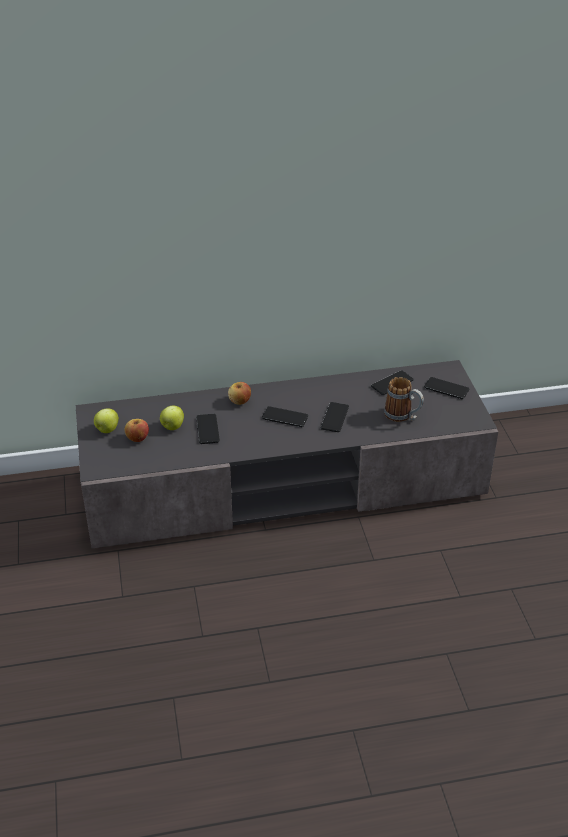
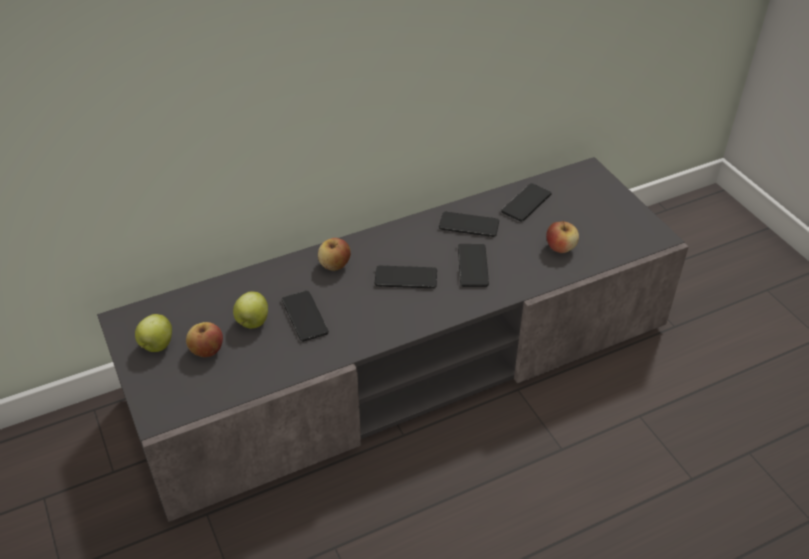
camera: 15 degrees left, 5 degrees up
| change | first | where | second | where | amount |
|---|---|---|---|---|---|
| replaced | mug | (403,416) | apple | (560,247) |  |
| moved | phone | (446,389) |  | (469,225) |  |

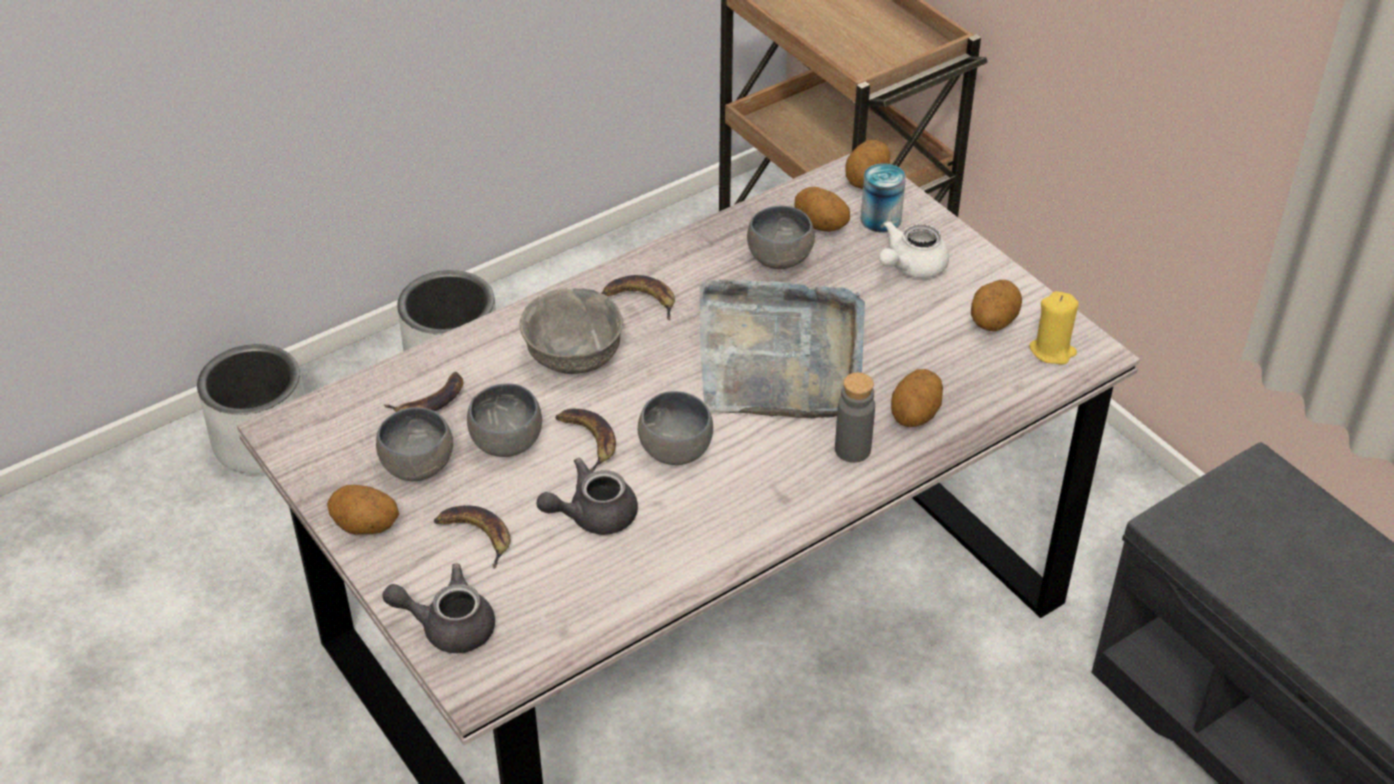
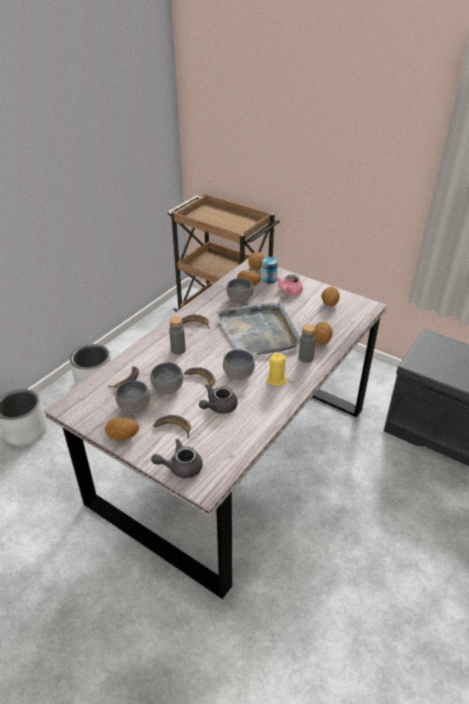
camera: 20 degrees left, 5 degrees down
| change | first | where | second | where | amount |
|---|---|---|---|---|---|
| recoloured | teapot (white) | (910,267) | teapot (pink) | (289,292) |  |
| replaced | bowl (grey) | (573,356) | bottle (grey) | (178,350) |  |
| moved | candle (yellow) | (1052,351) |  | (276,380) |  |

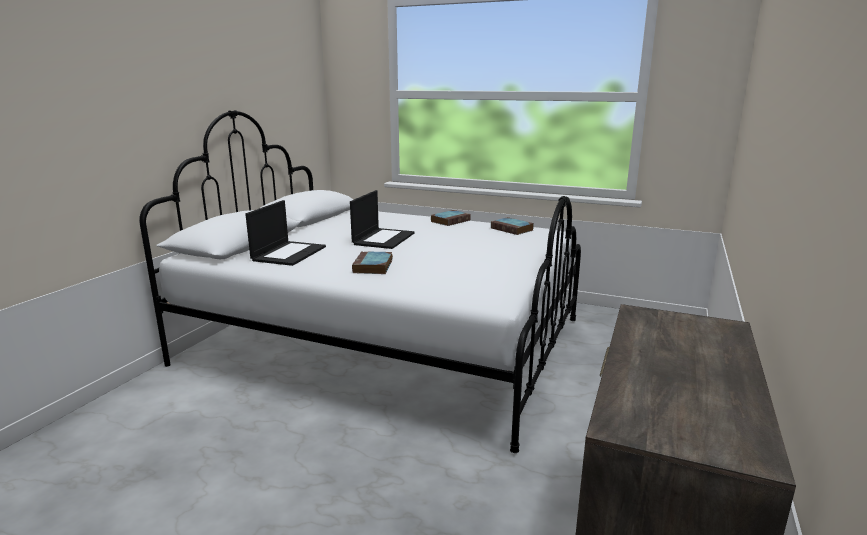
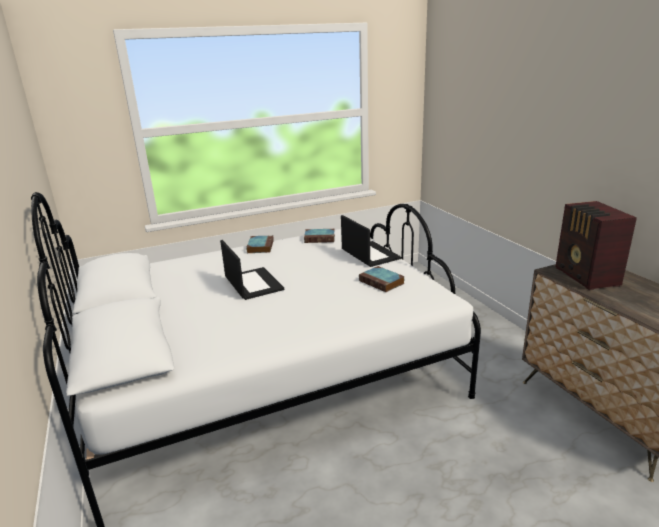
camera: 45 degrees left, 5 degrees up
| change | first | where | second | where | amount |
|---|---|---|---|---|---|
| moved | laptop | (289,253) |  | (369,254) |  |
| moved | book | (373,267) |  | (382,282) |  |
| added |  |  | radio | (586,277) |  |

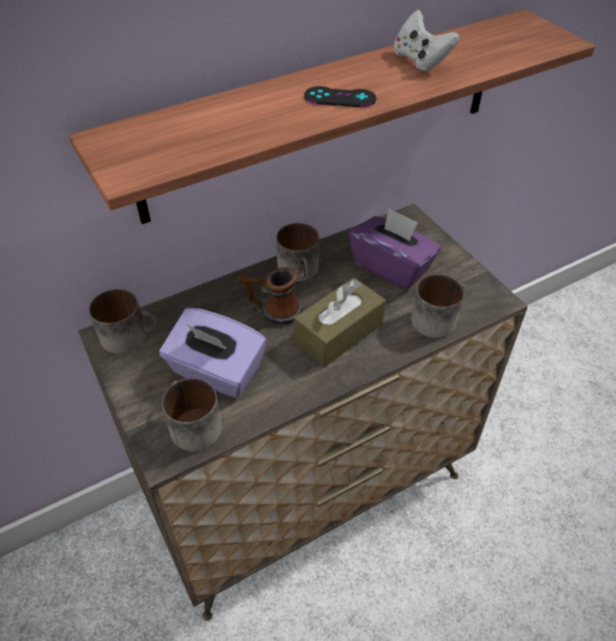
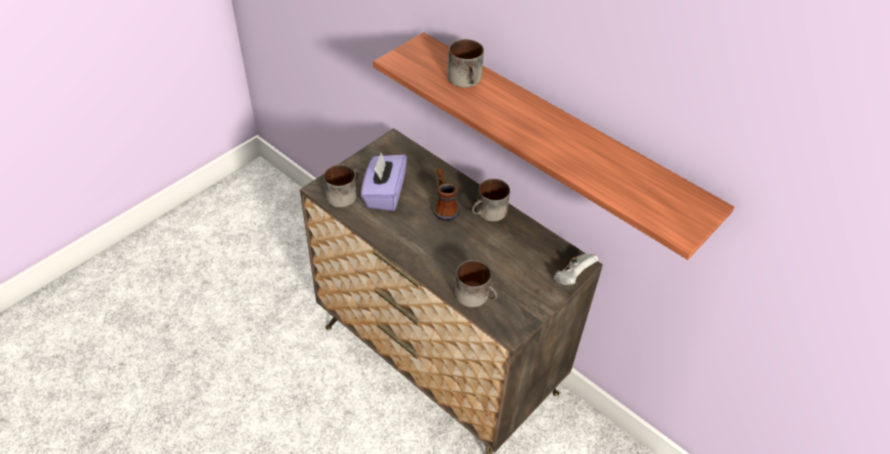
camera: 70 degrees right, 0 degrees up
| change | first | where | second | where | amount |
|---|---|---|---|---|---|
| moved | game controller (white) | (420,61) |  | (572,277) |  |
| removed | game controller (black) | (340,97) |  |  |  |
| removed | tissue box (purple) | (392,266) |  |  |  |
| removed | tissue box (brown) | (339,333) |  |  |  |
| moved | mug | (130,335) |  | (467,80) |  |

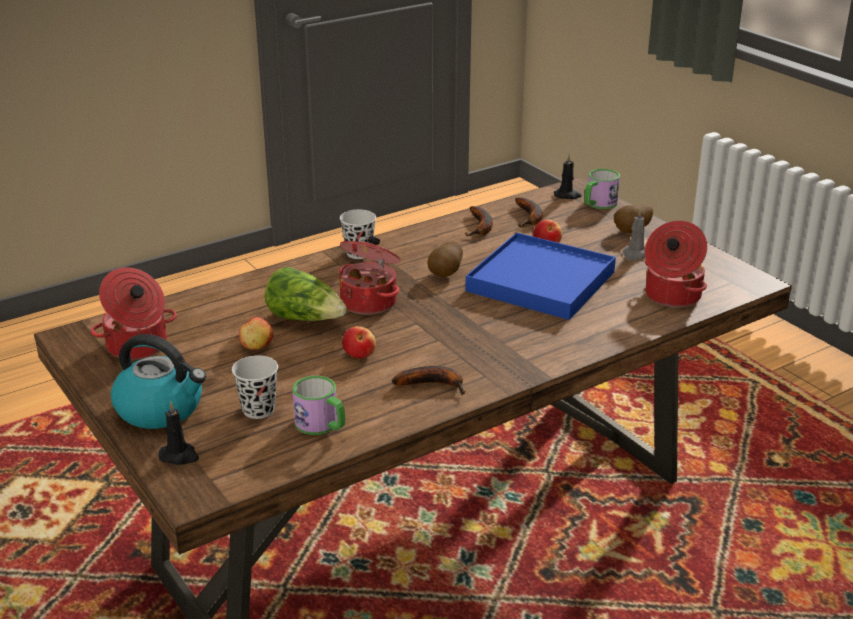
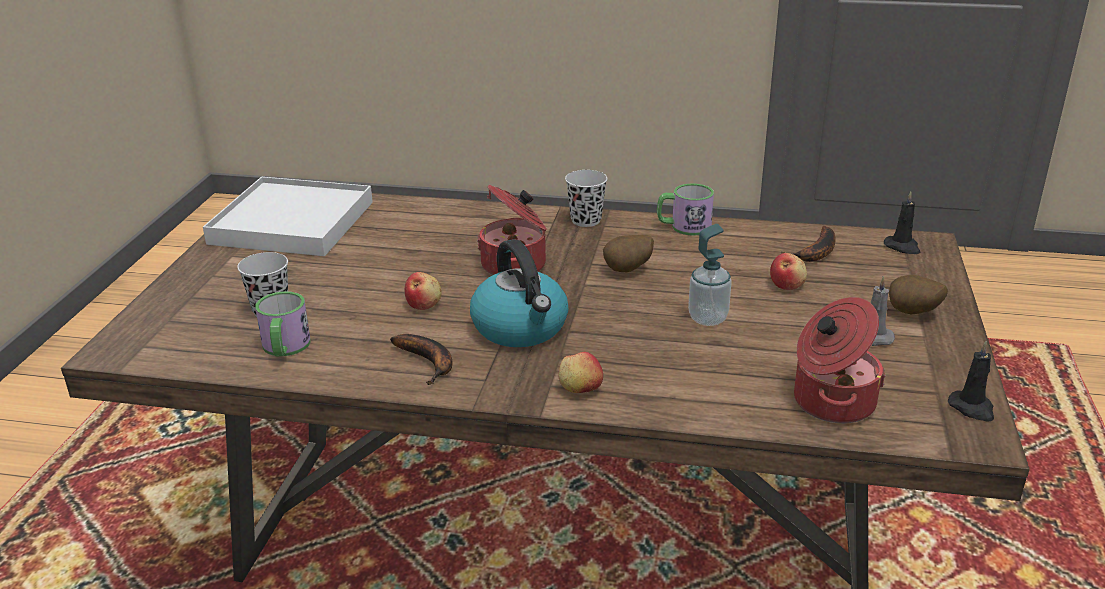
camera: 45 degrees right, 0 degrees up
| change | first | where | second | where | amount |
|---|---|---|---|---|---|
| moved | mug | (598,204) |  | (683,227) |  |
| removed | banana | (481,227) |  |  |  |
| replaced | tray (blue) | (540,281) | soap dispenser | (708,318) |  |
| replaced | cooking pot | (137,347) | tray (white) | (292,223) |  |
| removed | lettuce | (305,318) |  |  |  |
| moved | apple | (257,346) |  | (580,389) |  |
| moved | kettle | (161,409) |  | (521,328) |  |
| moved | candle (black) | (179,456) |  | (972,408) |  |

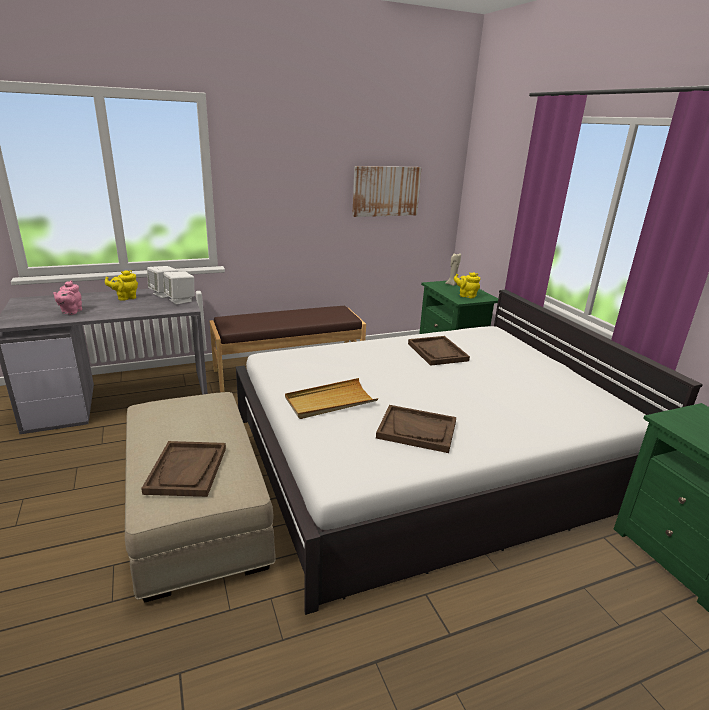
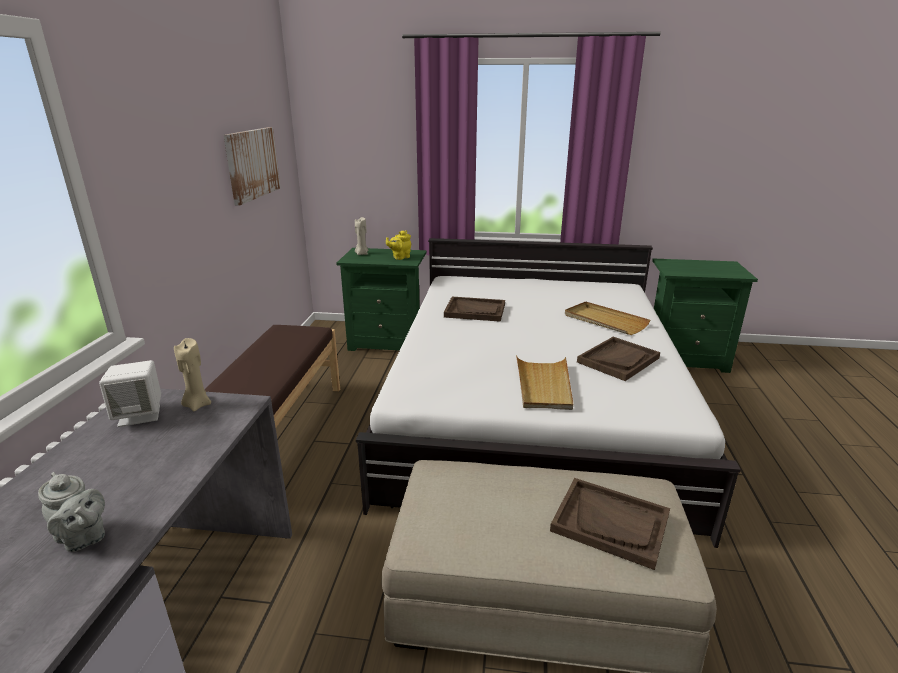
camera: 60 degrees left, 0 degrees up
| change | first | where | second | where | amount |
|---|---|---|---|---|---|
| removed | teapot (yellow) | (125,298) |  |  |  |
| replaced | speaker (white) | (181,300) | candle (beige) | (197,405) |  |
| recoloured | teapot (pink) | (70,312) | teapot (grey) | (82,538) |  |
| added |  |  | tray (beige) | (604,321) |  |

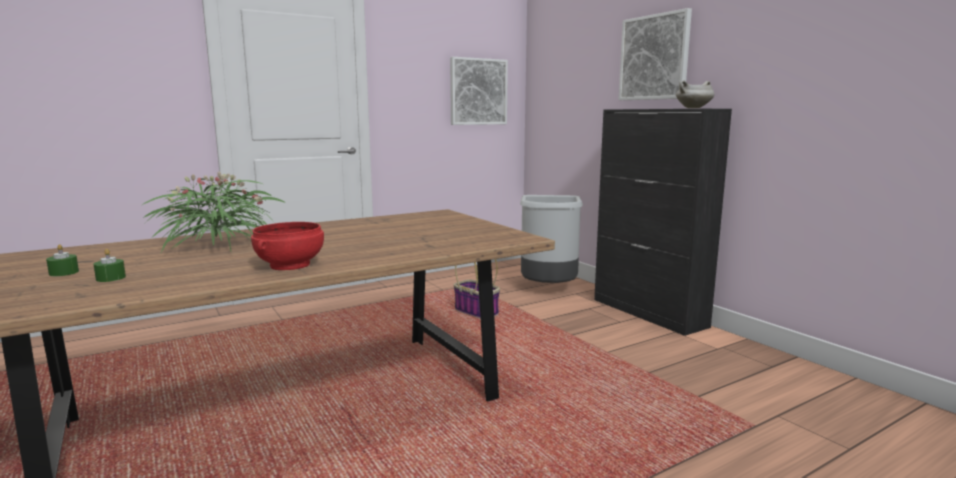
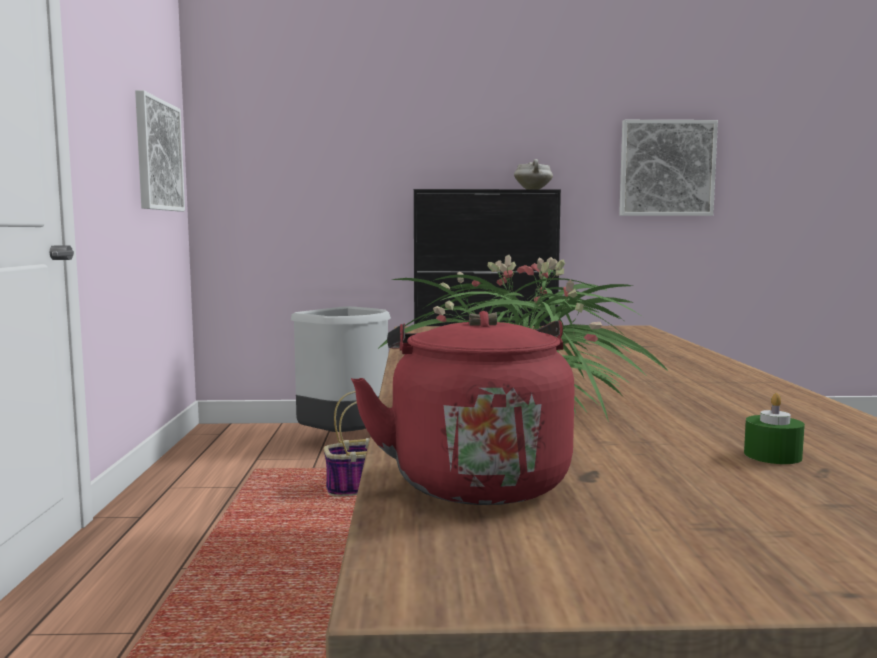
camera: 60 degrees left, 5 degrees down
| change | first | where | second | where | amount |
|---|---|---|---|---|---|
| moved | picture | (654,57) |  | (666,168) |  |
| removed | bowl (red) | (291,265) |  |  |  |
| removed | candle (green) | (64,272) |  |  |  |
| added |  |  | kettle (red) | (475,480) |  |

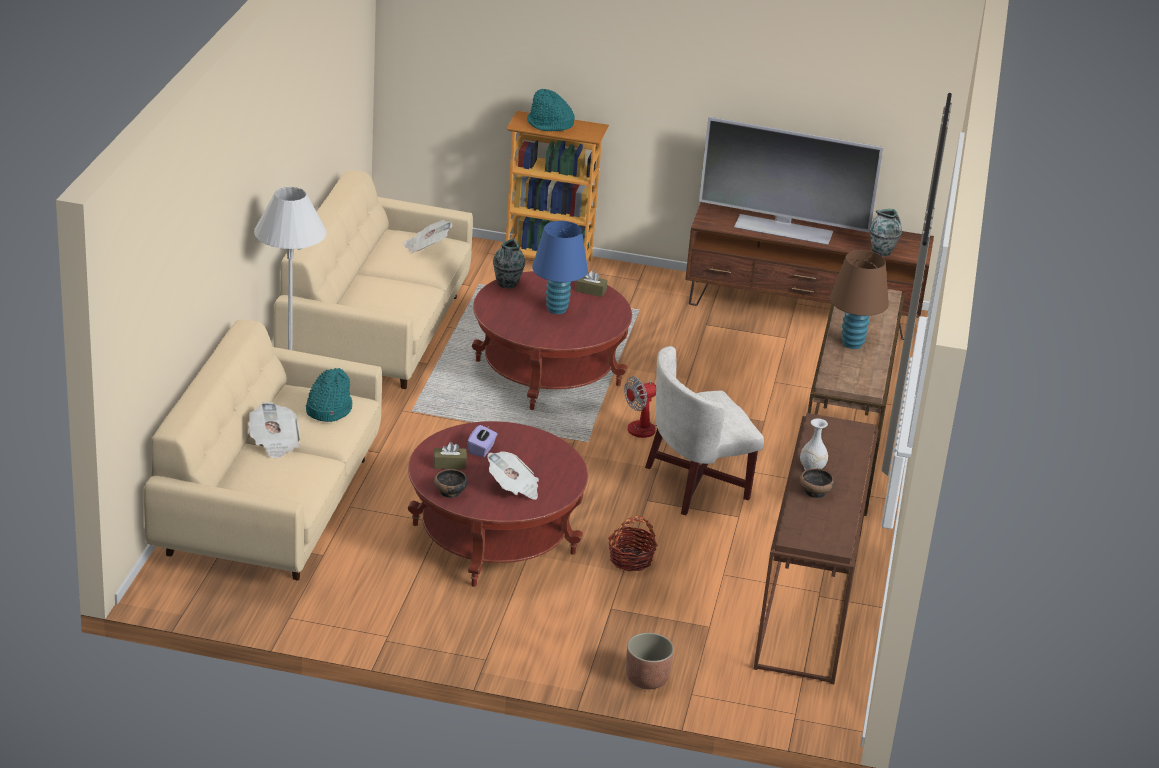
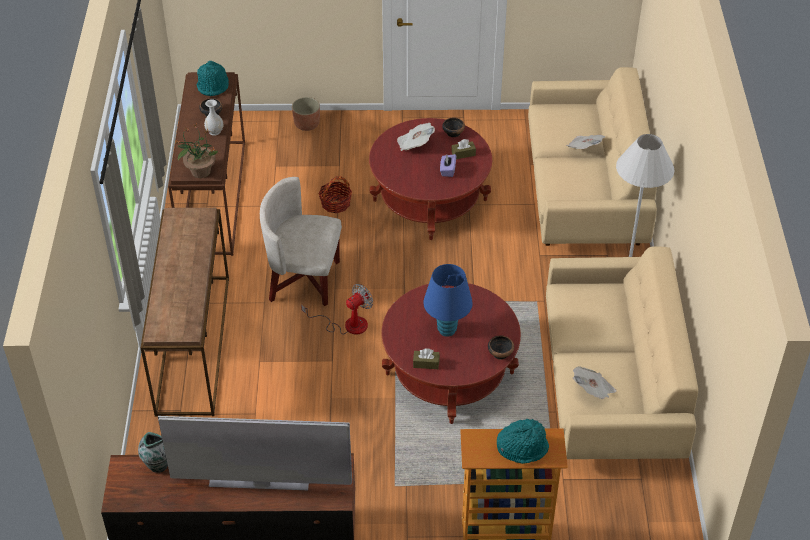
camera: 170 degrees right, 15 degrees up
| change | first | where | second | where | amount |
|---|---|---|---|---|---|
| replaced | vase | (507,284) | bowl | (500,353) |  |
| removed | table lamp (brown) | (852,344) |  |  |  |
| turned | armchair (white) | (696,484) |  | (303,279) | 135 degrees counterclockwise |
| moved | hat (turquoise) | (328,409) |  | (213,85) |  |
| added |  |  | potted plant | (200,171) |  |

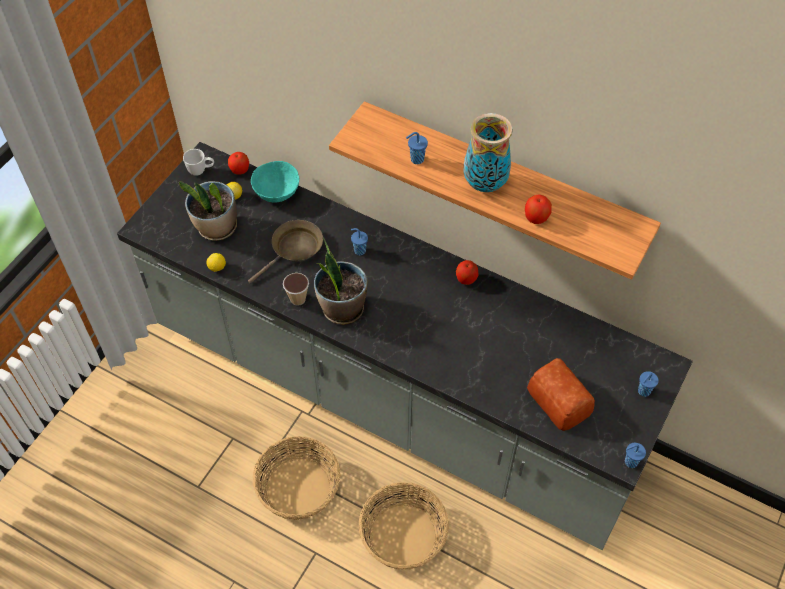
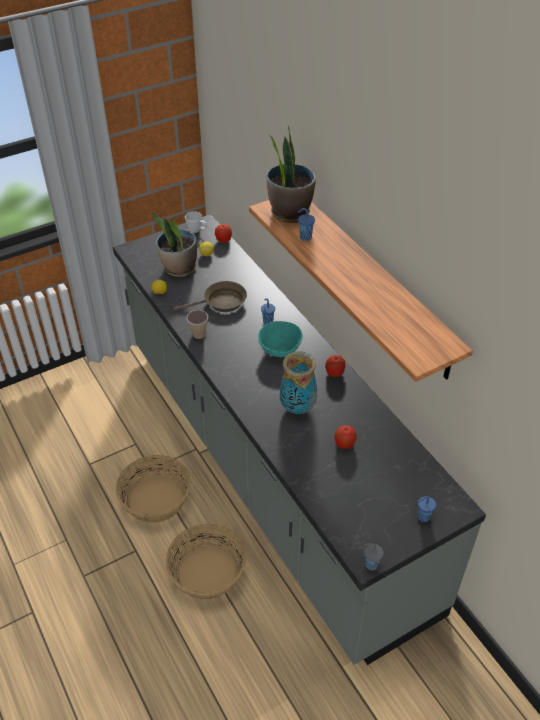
camera: 30 degrees right, 10 degrees down
| change | first | where | second | where | amount |
|---|---|---|---|---|---|
| moved | vase | (484,184) |  | (297,407) |  |
| moved | bowl (turquoise) | (277,193) |  | (280,350) |  |
| moved | apple | (536,218) |  | (344,444) |  |
| moved | potted plant | (342,308) |  | (289,212) |  |
| removed | bread | (559,399) |  |  |  |
| recoloured | cup (blue) | (630,462) | cup (grey) | (370,564) |  |

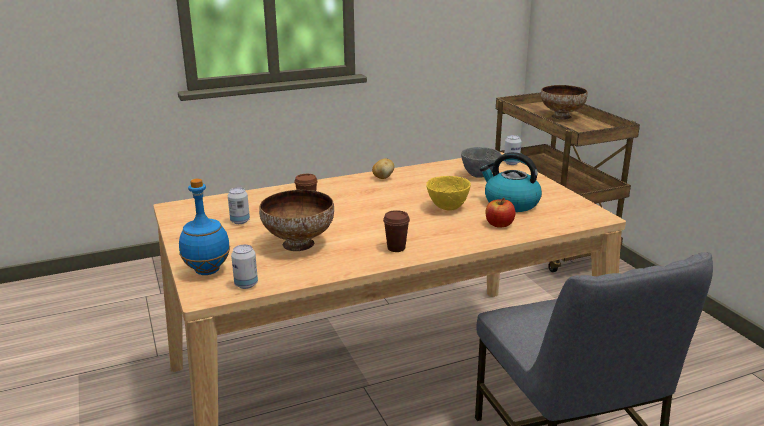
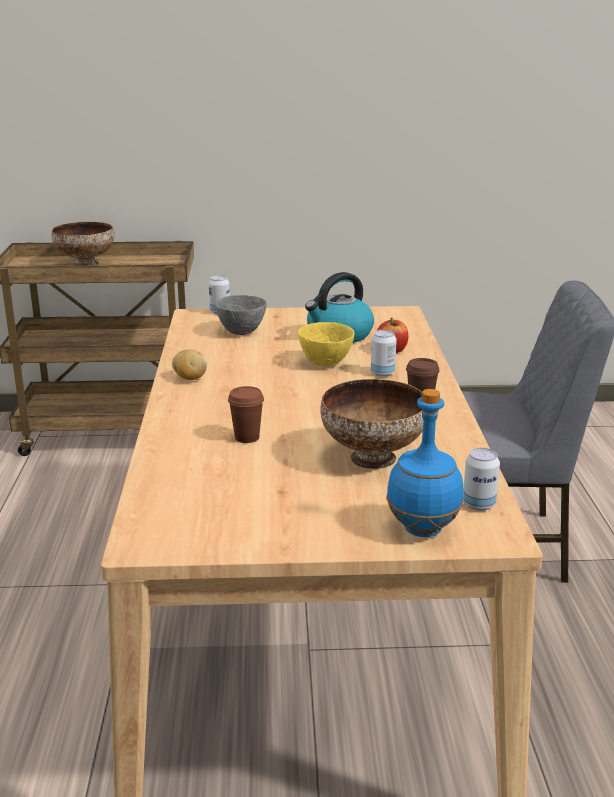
camera: 70 degrees left, 0 degrees up
| change | first | where | second | where | amount |
|---|---|---|---|---|---|
| moved | can | (240,221) |  | (382,373) |  |

